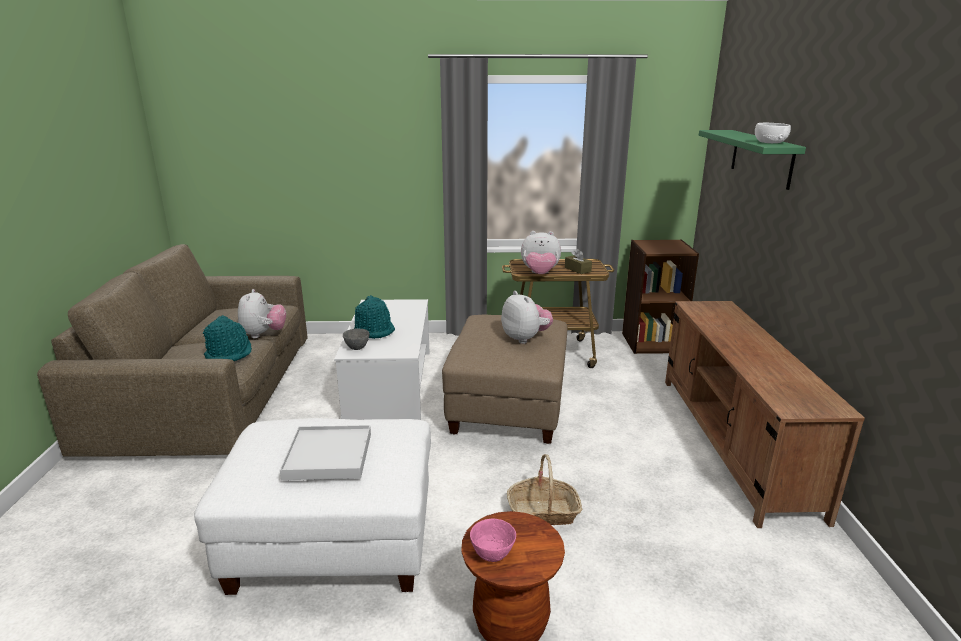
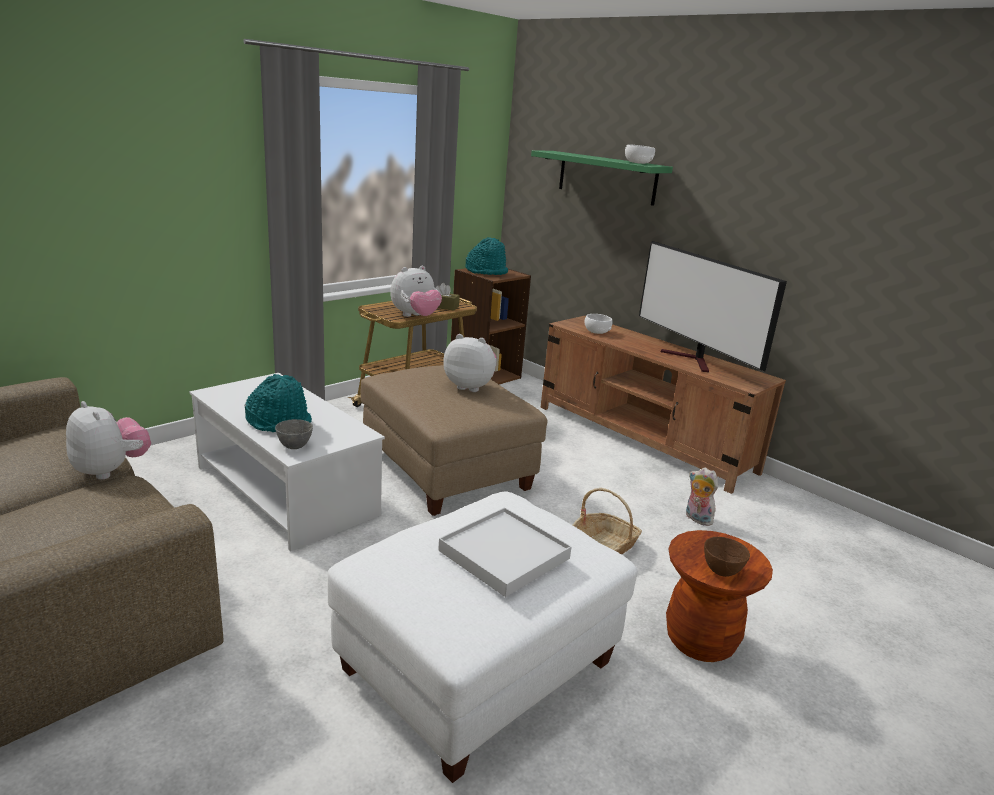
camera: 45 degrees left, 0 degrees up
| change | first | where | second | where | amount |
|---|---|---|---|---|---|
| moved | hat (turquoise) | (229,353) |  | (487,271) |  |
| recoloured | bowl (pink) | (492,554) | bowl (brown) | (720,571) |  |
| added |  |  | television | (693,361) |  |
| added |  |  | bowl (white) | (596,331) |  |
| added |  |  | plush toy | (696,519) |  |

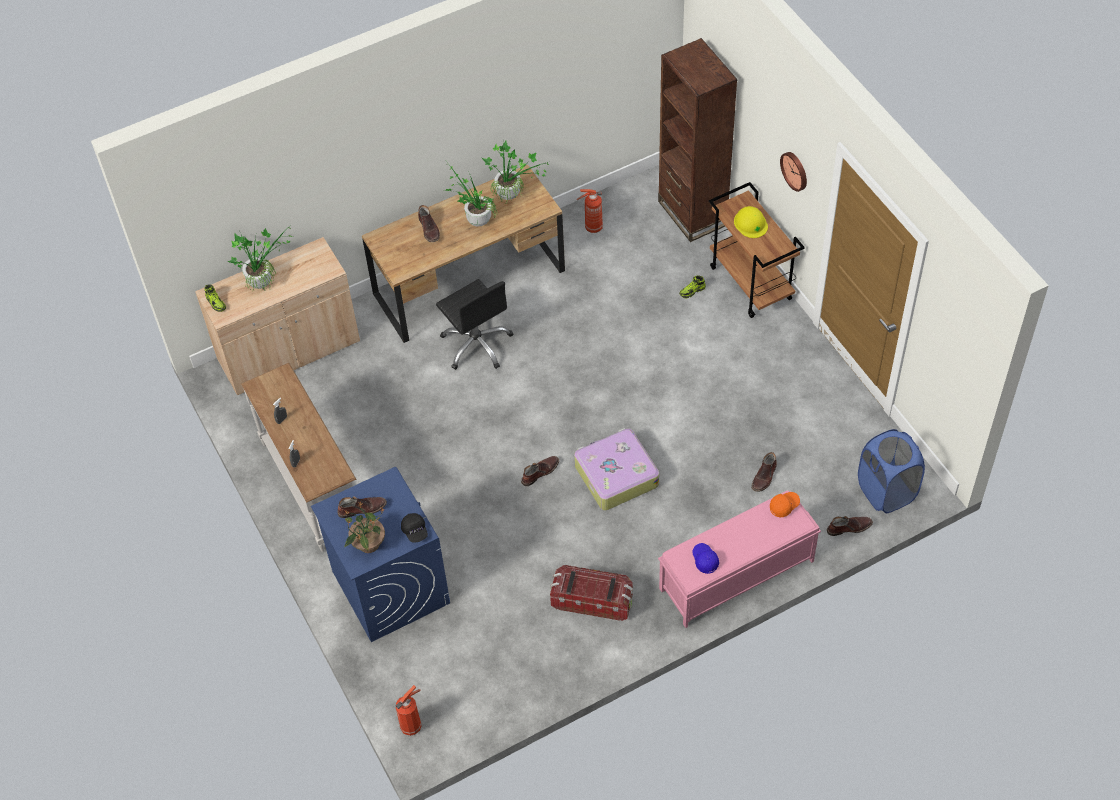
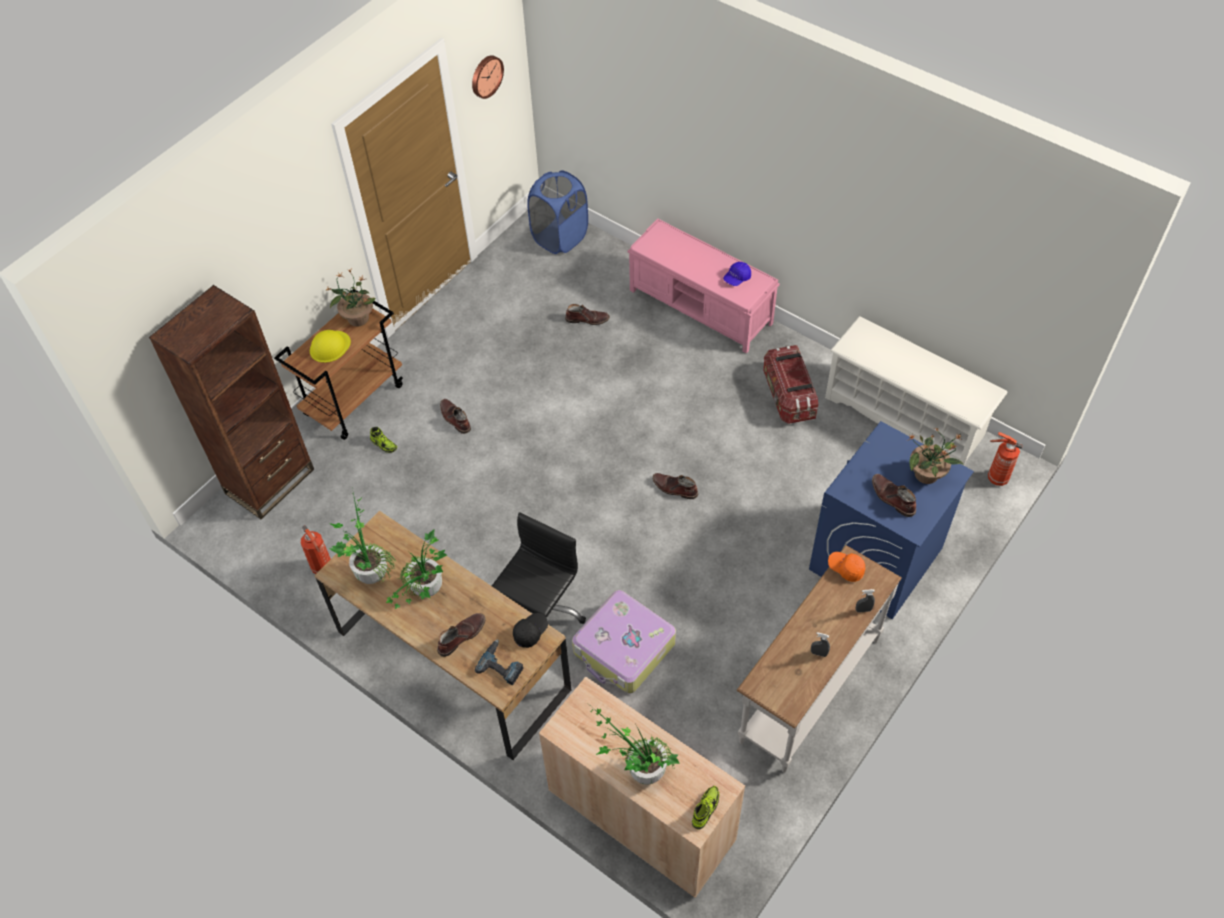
camera: 115 degrees left, 0 degrees up
| change | first | where | second | where | amount |
|---|---|---|---|---|---|
| moved | wall clock | (795,170) |  | (486,76) |  |
| moved | suitcase | (615,475) |  | (624,649) |  |
| moved | cap (orange) | (784,506) |  | (846,568) |  |
| moved | cap (black) | (415,531) |  | (530,632) |  |
| moved | boot (brown) | (849,527) |  | (455,418) |  |
| added |  |  | potted plant | (358,318) |  |
| added |  |  | shoe rack (white) | (905,416) |  |
| added |  |  | power drill | (502,665) |  |

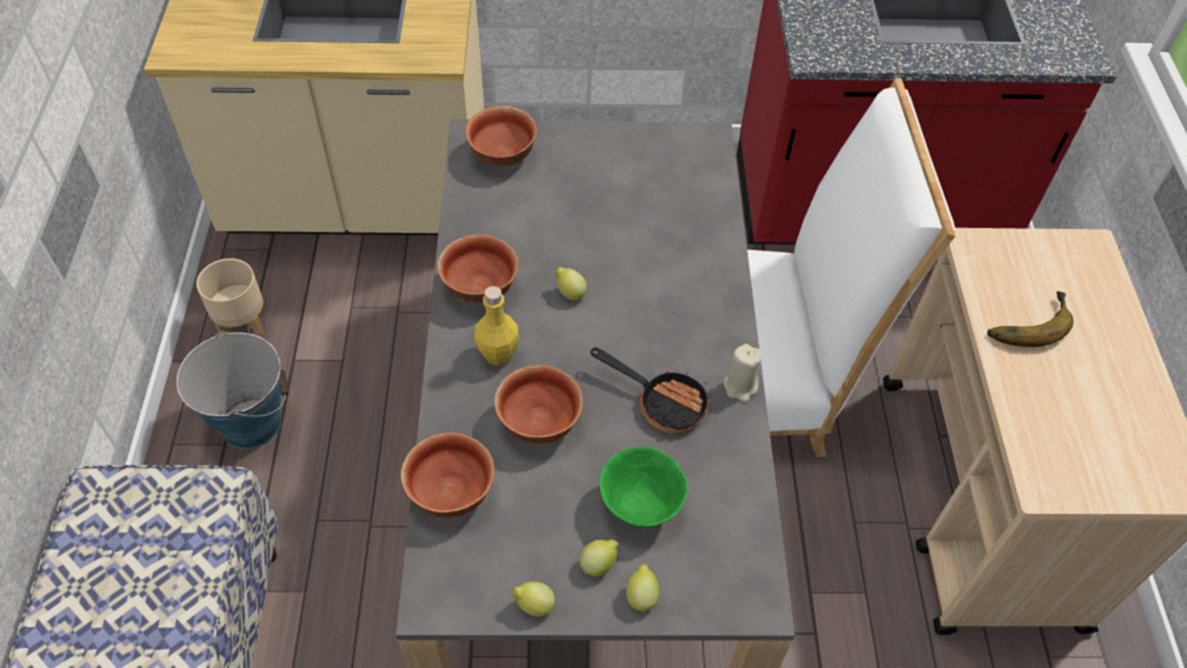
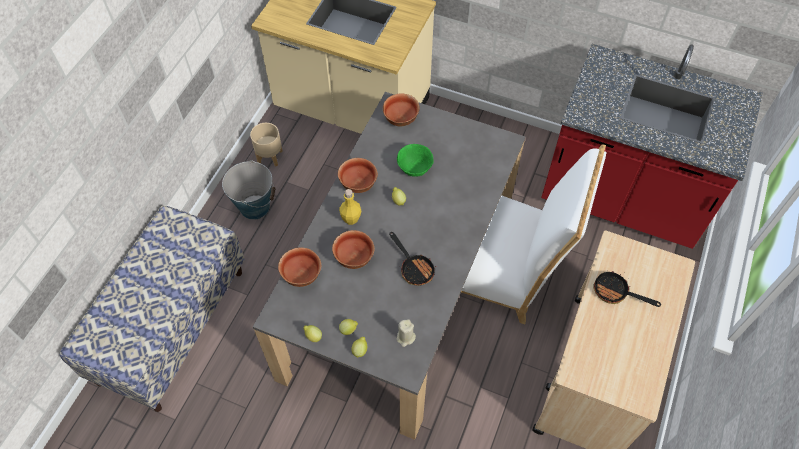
camera: 25 degrees right, 5 degrees up
| change | first | where | second | where | amount |
|---|---|---|---|---|---|
| replaced | banana | (1025,322) | frying pan | (615,293) |  |
| moved | candle (beige) | (740,386) |  | (405,337) |  |
| moved | bowl (green) | (641,505) |  | (414,169) |  |

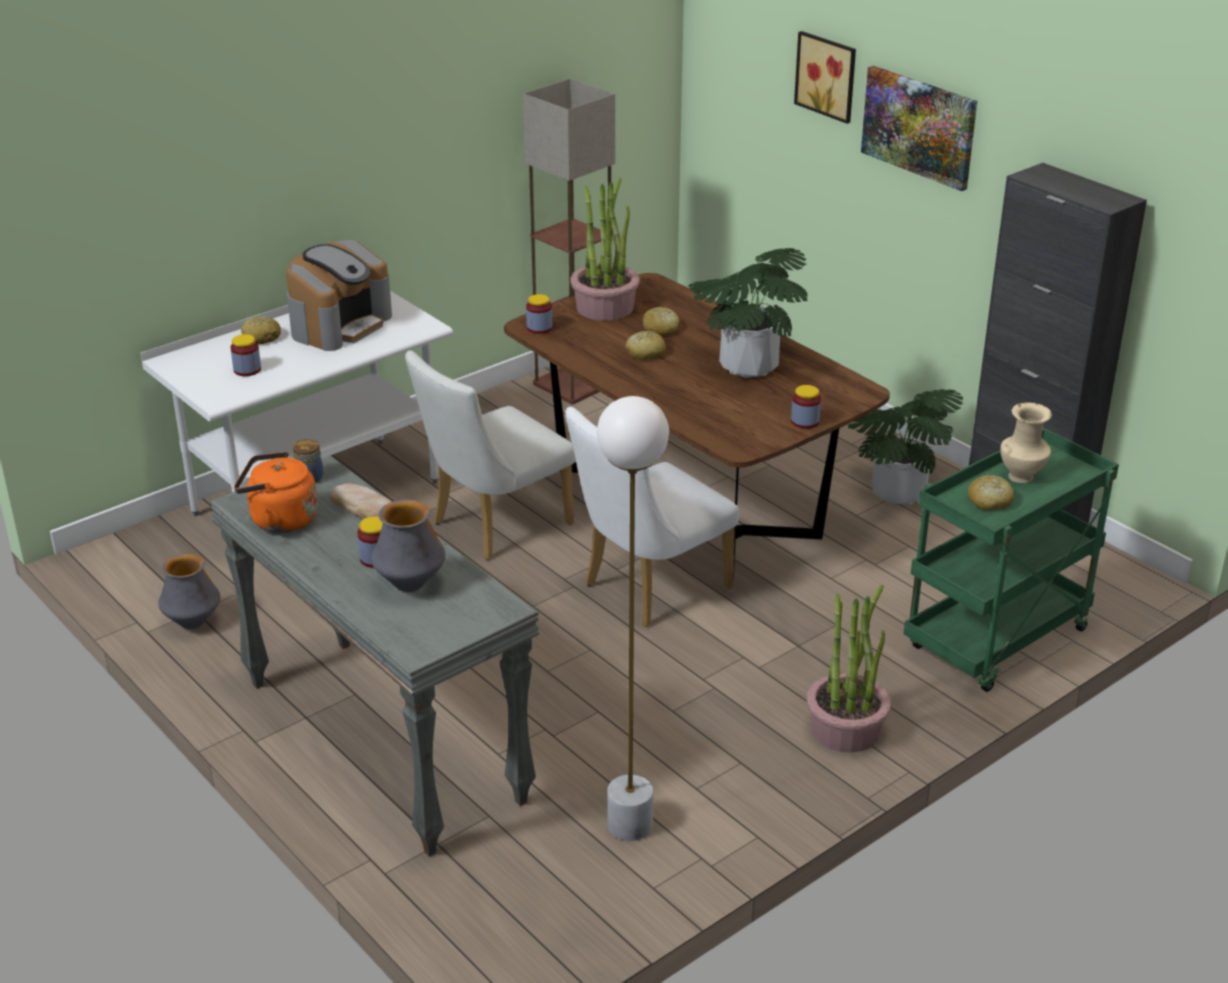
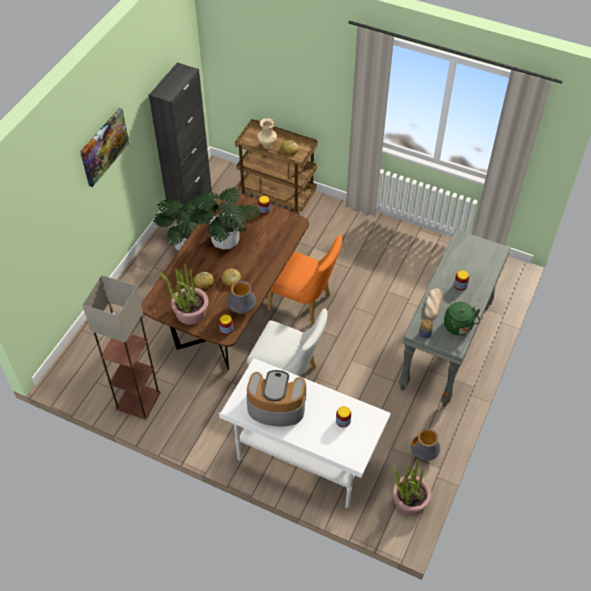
camera: 115 degrees left, 20 degrees up
| change | first | where | second | where | amount |
|---|---|---|---|---|---|
| removed | picture | (828,76) |  |  |  |
| removed | bread | (262,338) |  |  |  |
| removed | floor lamp (white) | (629,825) |  |  |  |
| recoloured | chair (white) | (648,589) | chair (orange) | (304,303) |  |
| recoloured | cart (green) | (996,642) | cart (brown) | (278,195) |  |
| recoloured | kettle (orange) | (279,520) | kettle (green) | (459,327) |  |
| moved | vase | (410,585) |  | (242,309) |  |
| moved | potted plant | (846,729) |  | (409,500) |  |

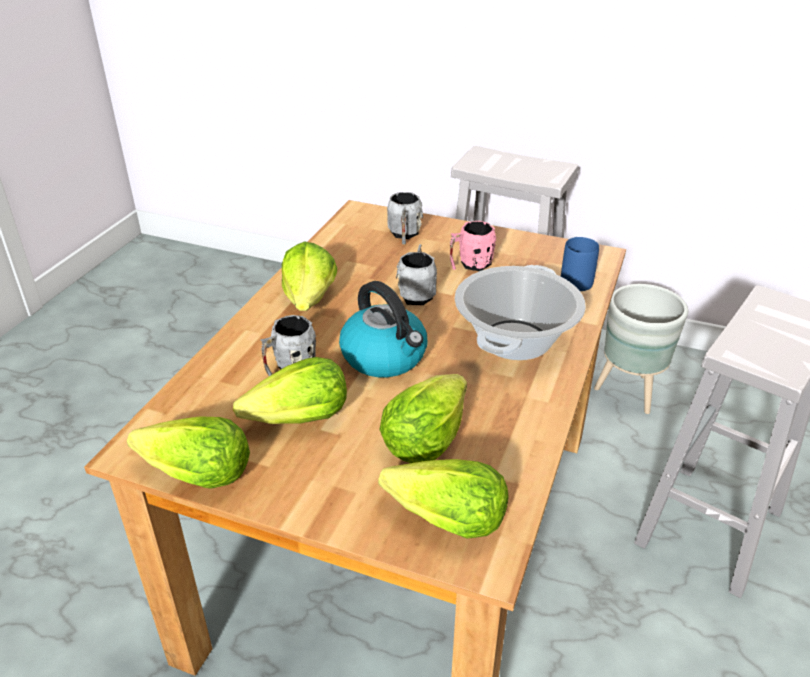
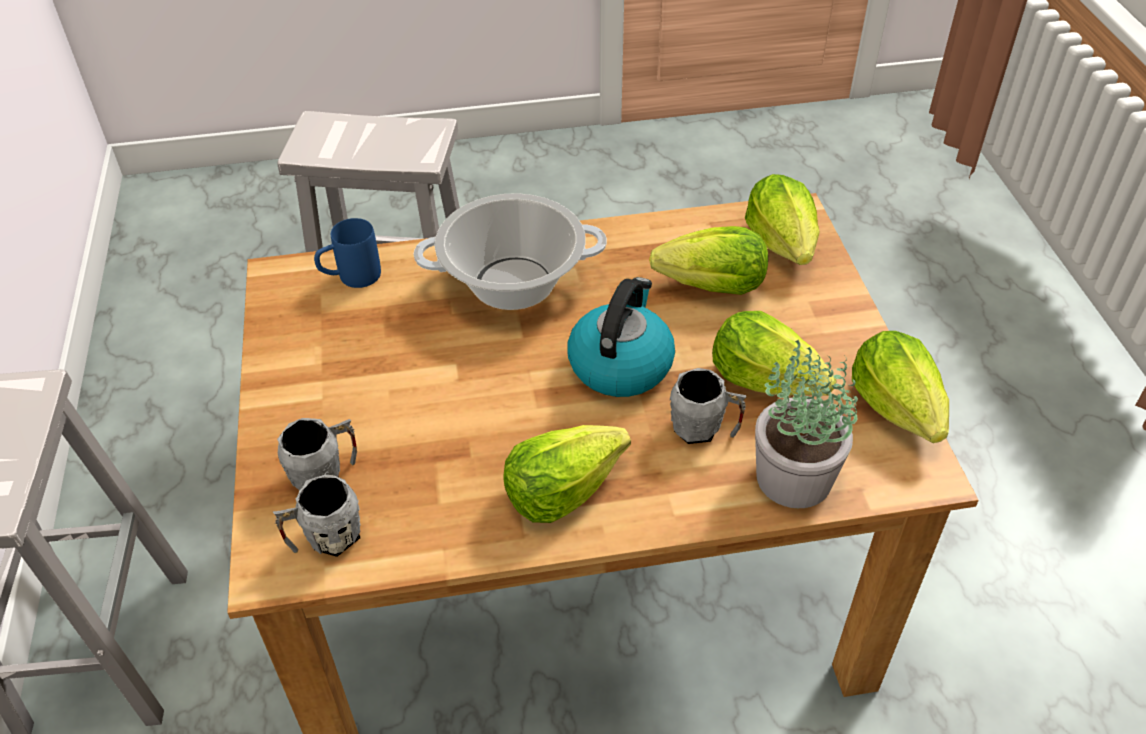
camera: 120 degrees left, 10 degrees up
| change | first | where | second | where | amount |
|---|---|---|---|---|---|
| removed | mug (pink) | (470,265) |  |  |  |
| moved | mug (grey) | (417,294) |  | (325,539) |  |
| removed | planter (grey) | (630,393) |  |  |  |
| added |  |  | potted plant | (792,477) |  |

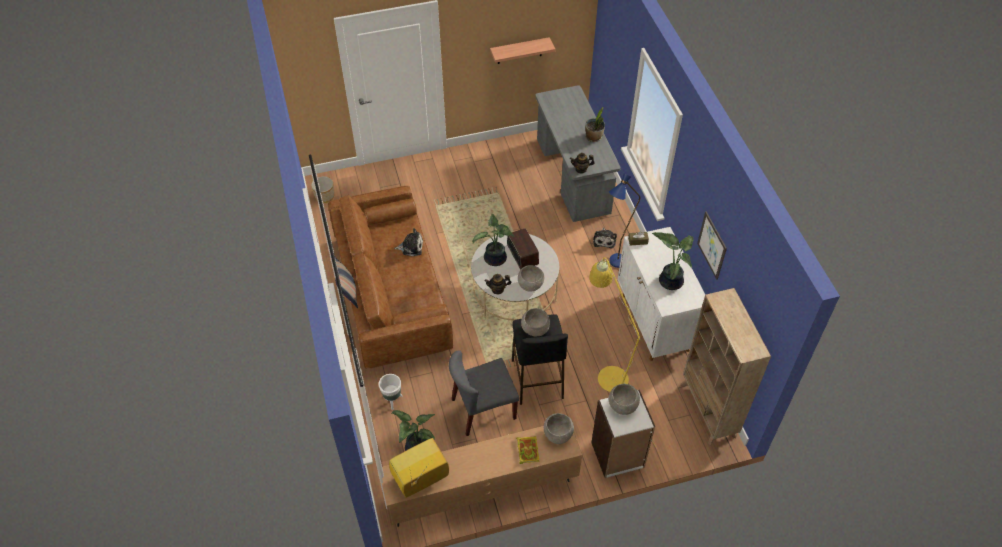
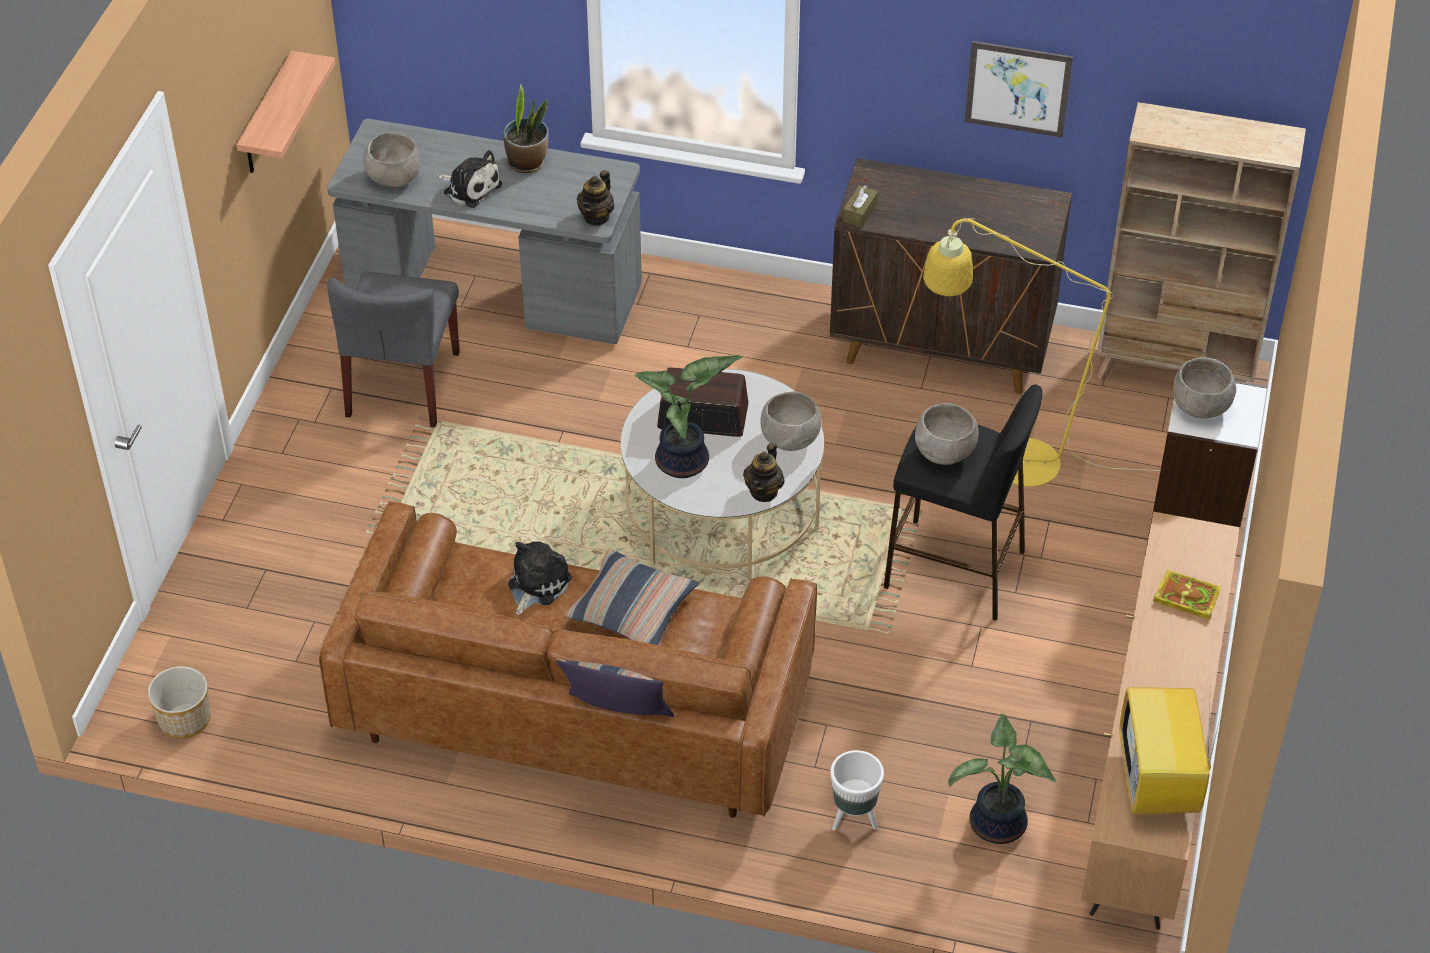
camera: 60 degrees left, 5 degrees down
| change | first | where | second | where | amount |
|---|---|---|---|---|---|
| removed | floor lamp (blue) | (614,265) |  |  |  |
| recoloured | cabinet (white) | (655,323) | cabinet (brown) | (943,348) |  |
| moved | plush toy | (604,240) |  | (470,187) |  |
| removed | potted plant | (670,280) |  |  |  |
| moved | chair (grey) | (483,409) |  | (403,385) |  |
| moved | bowl (grey) | (557,434) |  | (394,179) |  |
| added |  |  | pillow | (631,609) |  |

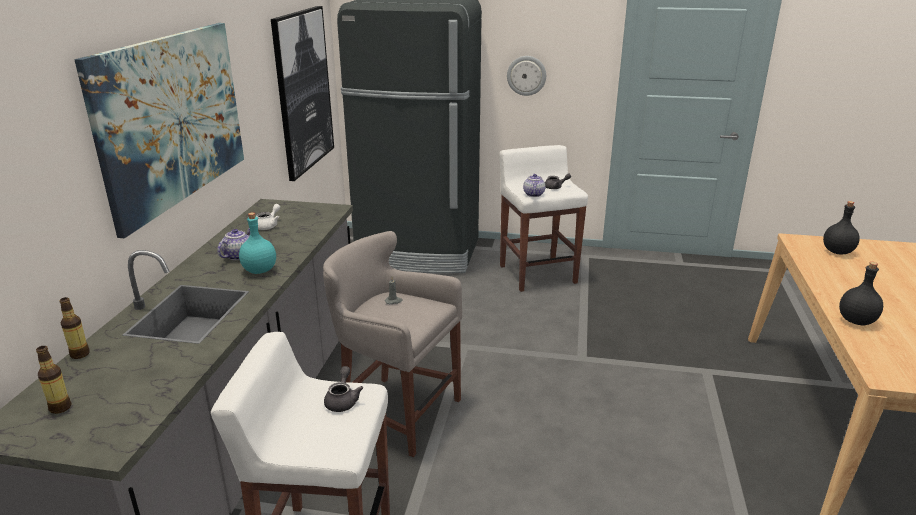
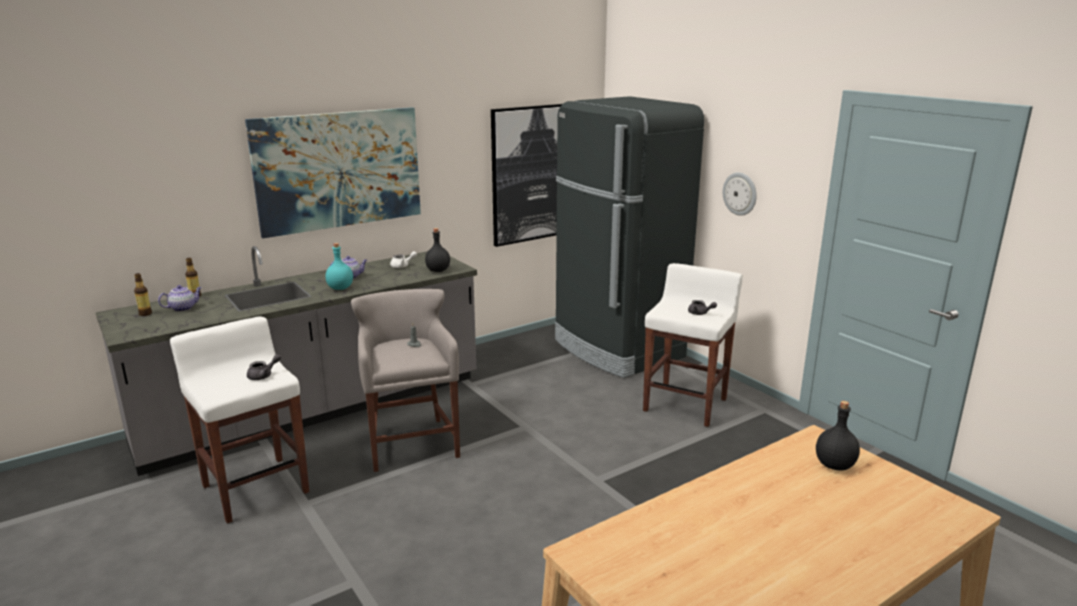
camera: 45 degrees right, 5 degrees down
| change | first | where | second | where | amount |
|---|---|---|---|---|---|
| moved | teapot | (533,194) |  | (183,308) |  |
| moved | bottle (black) | (855,321) |  | (437,270) |  |

